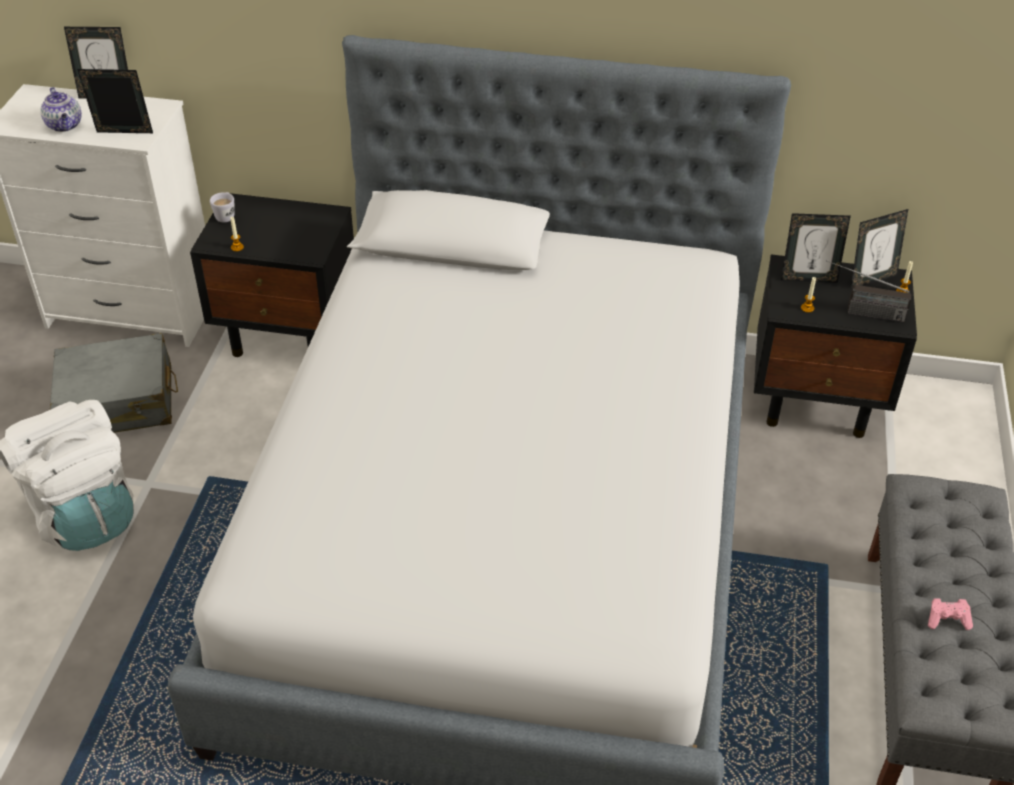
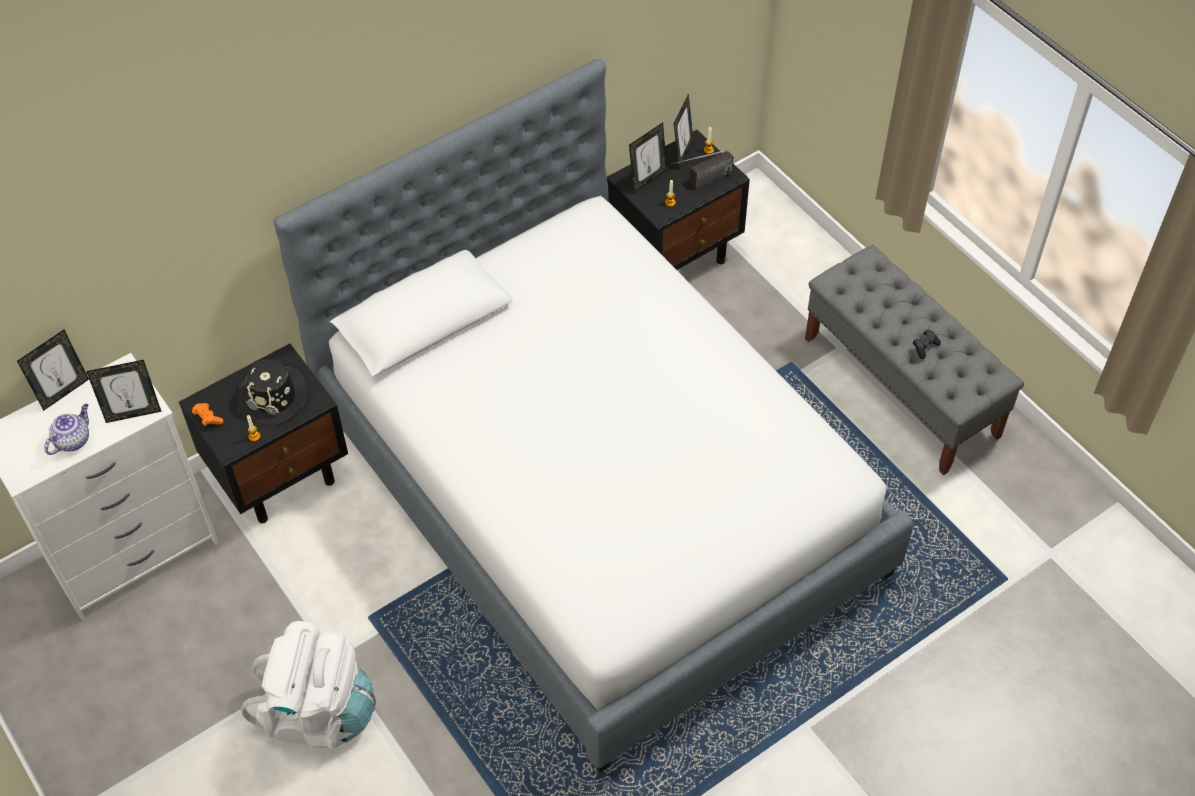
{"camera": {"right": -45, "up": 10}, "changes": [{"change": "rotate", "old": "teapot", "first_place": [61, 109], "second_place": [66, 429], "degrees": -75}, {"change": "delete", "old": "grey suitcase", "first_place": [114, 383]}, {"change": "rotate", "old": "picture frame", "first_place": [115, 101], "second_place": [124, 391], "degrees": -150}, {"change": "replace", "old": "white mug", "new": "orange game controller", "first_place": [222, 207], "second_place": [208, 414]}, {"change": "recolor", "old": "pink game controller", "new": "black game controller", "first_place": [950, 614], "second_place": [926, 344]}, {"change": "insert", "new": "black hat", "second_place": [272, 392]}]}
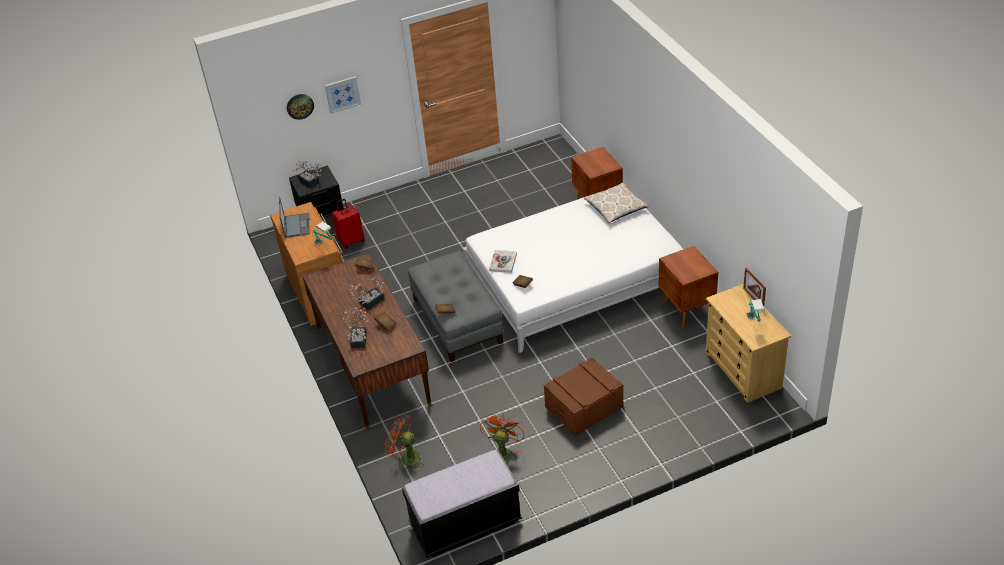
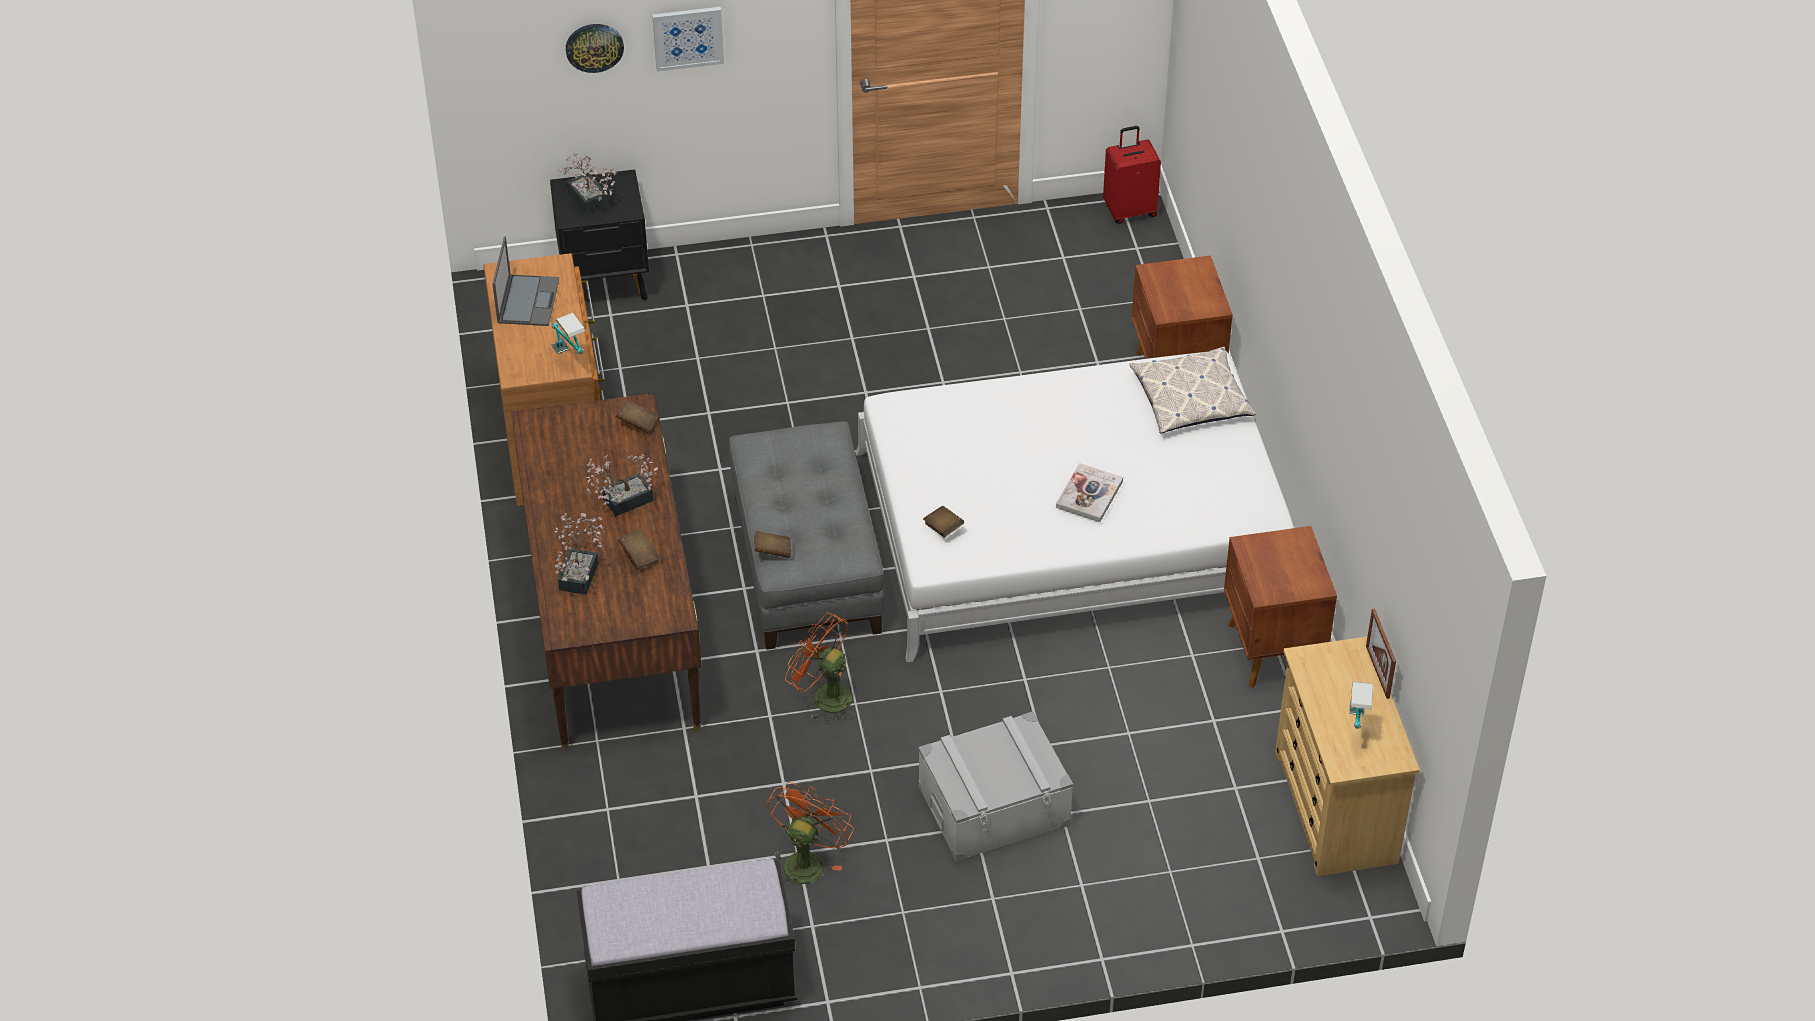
{"camera": {"right": 10, "up": 5}, "changes": [{"change": "move", "old": "red suitcase", "first_place": [348, 224], "second_place": [1132, 175]}, {"change": "move", "old": "orange fan", "first_place": [404, 442], "second_place": [819, 667]}, {"change": "move", "old": "book", "first_place": [503, 261], "second_place": [1089, 492]}, {"change": "recolor", "old": "brown storage box", "new": "grey storage box", "first_place": [583, 396], "second_place": [995, 786]}]}
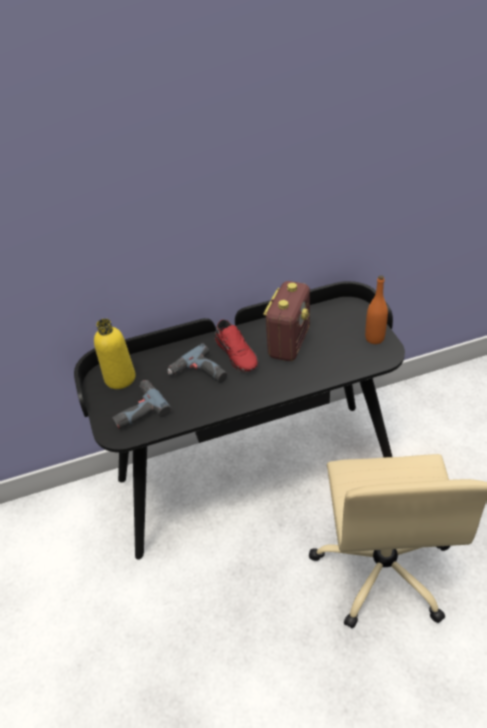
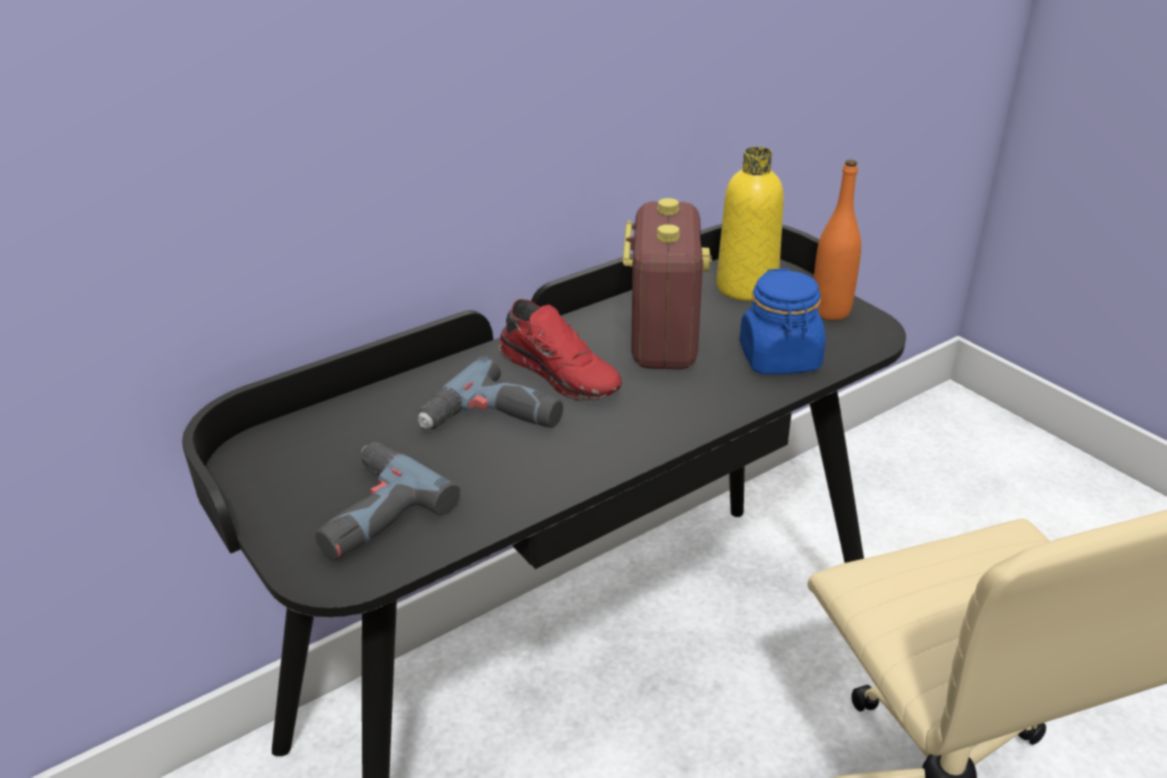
{"camera": {"right": -20, "up": -10}, "changes": [{"change": "move", "old": "yellow bottle", "first_place": [115, 354], "second_place": [750, 224]}, {"change": "insert", "new": "blue jar", "second_place": [783, 321]}]}
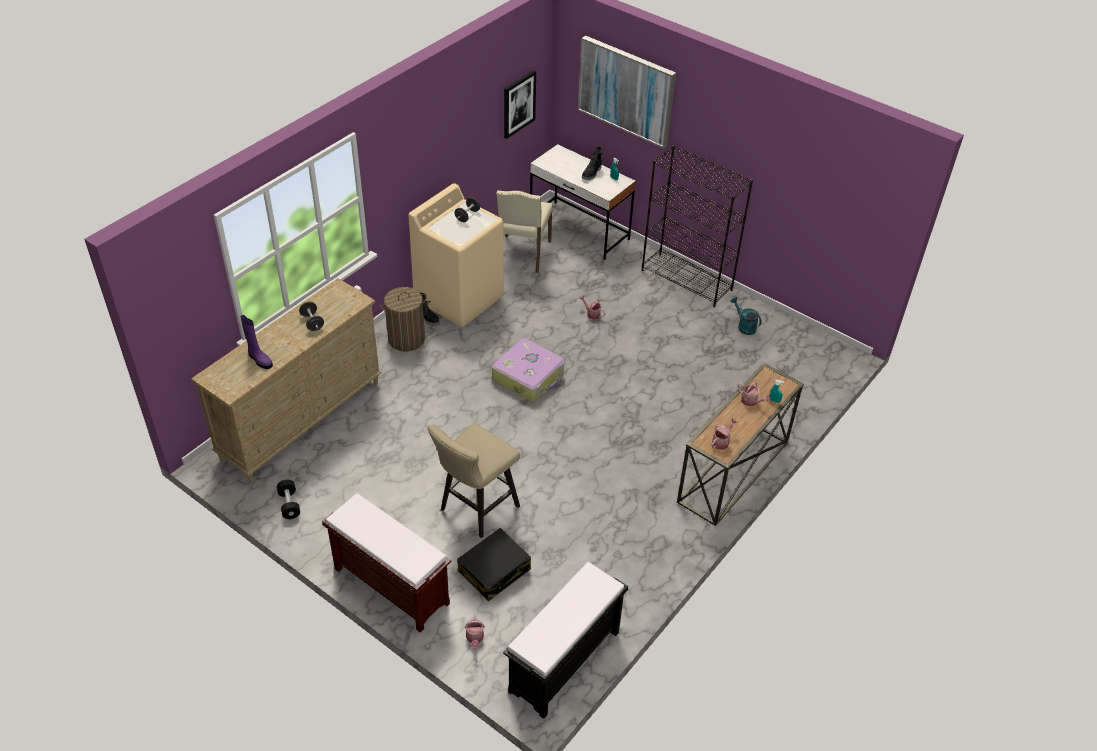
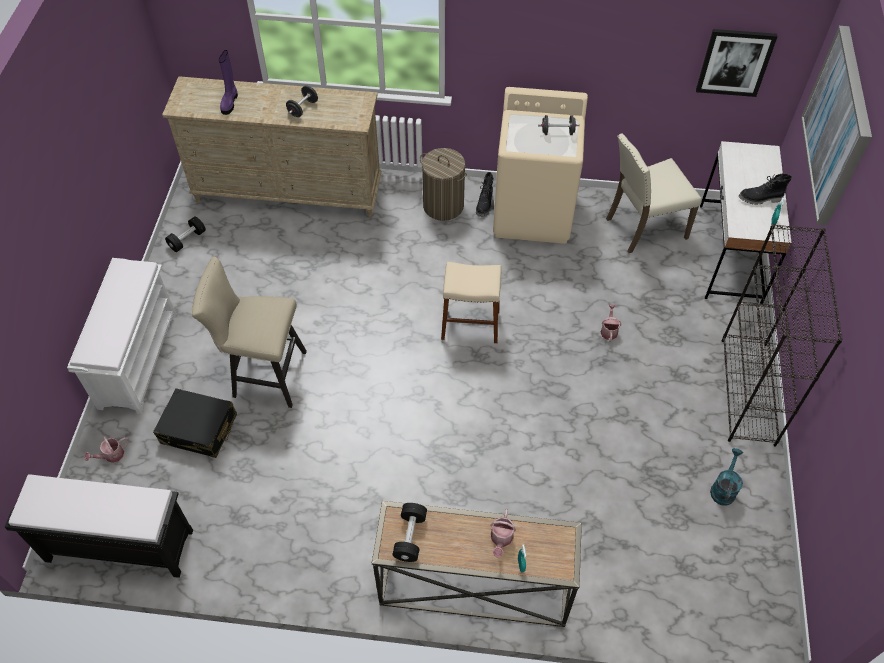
{"camera": {"right": 60, "up": 10}, "changes": [{"change": "recolor", "old": "brown bench", "new": "white bench", "first_place": [386, 562], "second_place": [121, 336]}, {"change": "replace", "old": "suitcase", "new": "beige stool", "first_place": [528, 369], "second_place": [471, 302]}, {"change": "replace", "old": "watering can", "new": "black dumbbell", "first_place": [724, 434], "second_place": [409, 532]}]}
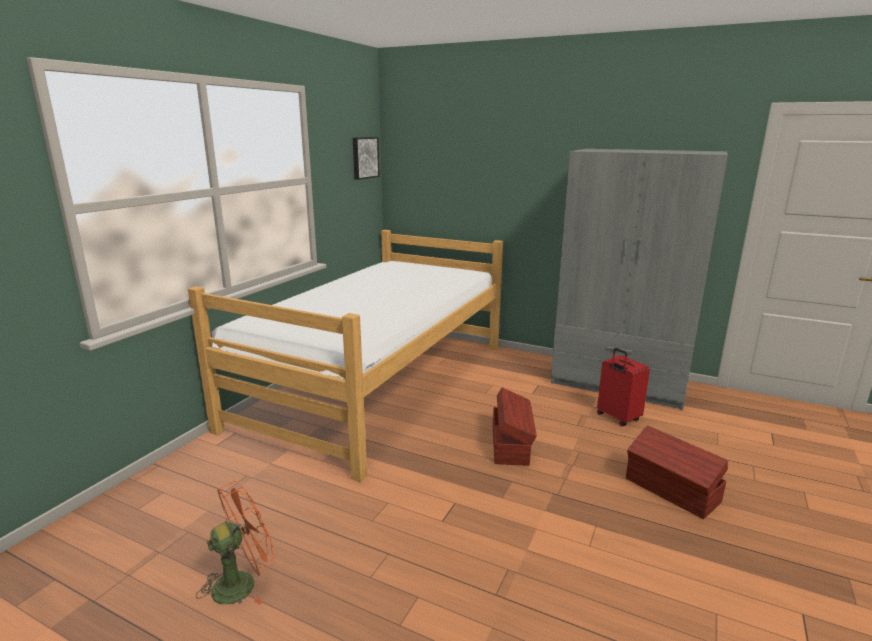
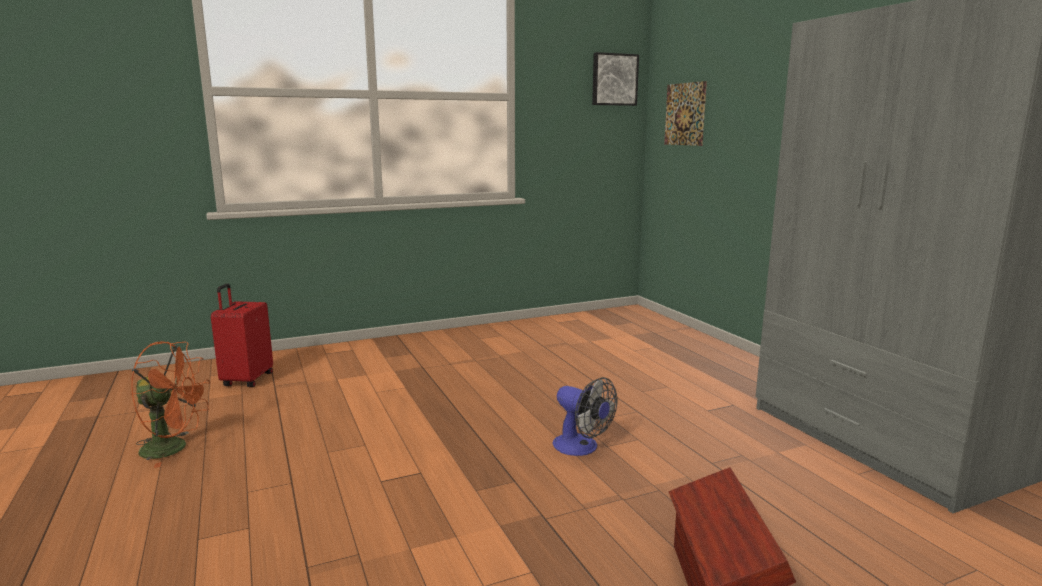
{"camera": {"right": 40, "up": -5}, "changes": [{"change": "delete", "old": "bed", "first_place": [345, 356]}, {"change": "replace", "old": "brown storage box", "new": "fan", "first_place": [515, 427], "second_place": [584, 416]}, {"change": "move", "old": "red suitcase", "first_place": [623, 387], "second_place": [242, 335]}, {"change": "insert", "new": "picture", "second_place": [685, 113]}]}
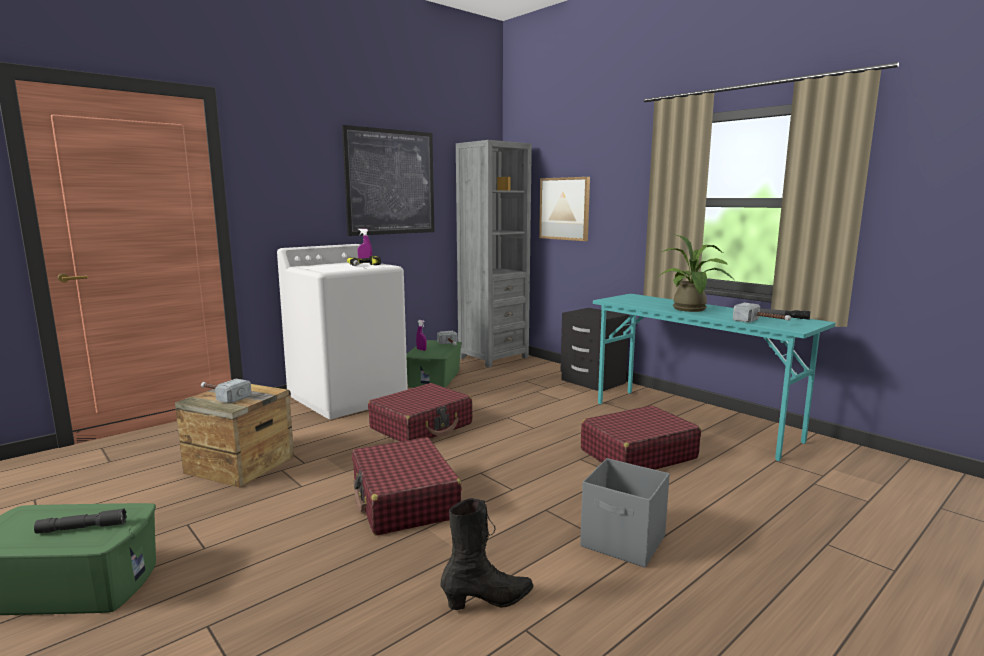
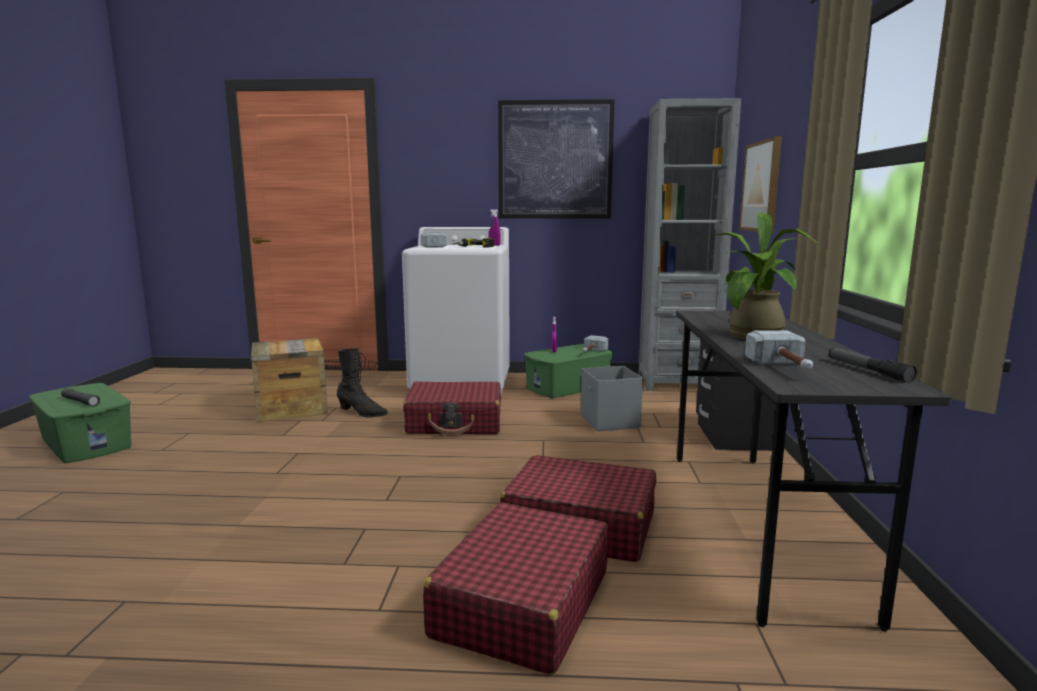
{"camera": {"right": 45, "up": 0}, "changes": [{"change": "move", "old": "hammer", "first_place": [226, 391], "second_place": [434, 240]}, {"change": "move", "old": "red suitcase", "first_place": [407, 486], "second_place": [515, 588]}, {"change": "move", "old": "black boot", "first_place": [487, 554], "second_place": [362, 383]}, {"change": "move", "old": "grey storage box", "first_place": [625, 513], "second_place": [612, 398]}, {"change": "recolor", "old": "turquoise desk", "new": "grey desk", "first_place": [714, 377], "second_place": [814, 471]}]}
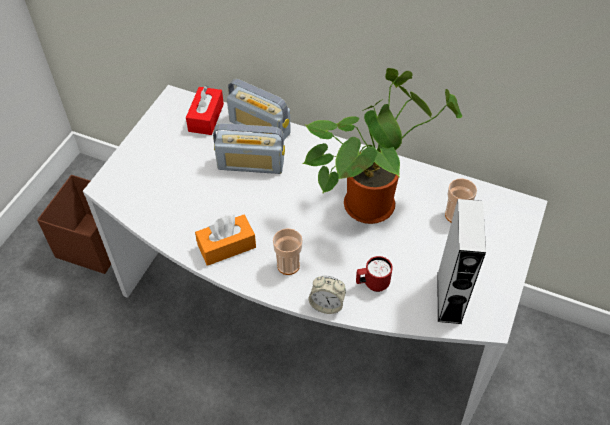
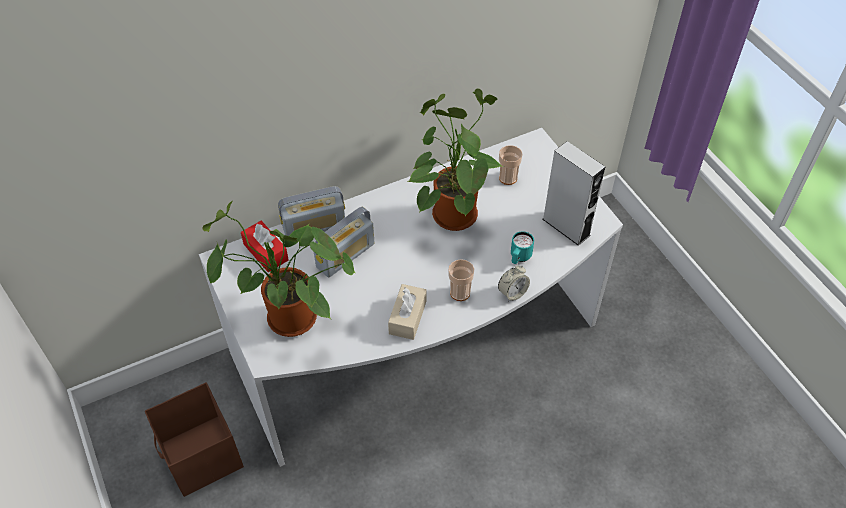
{"camera": {"right": -50, "up": 0}, "changes": [{"change": "recolor", "old": "orange tissue box", "new": "beige tissue box", "first_place": [225, 240], "second_place": [407, 312]}, {"change": "recolor", "old": "red mug", "new": "turquoise mug", "first_place": [374, 274], "second_place": [522, 247]}, {"change": "insert", "new": "potted plant", "second_place": [279, 268]}]}
